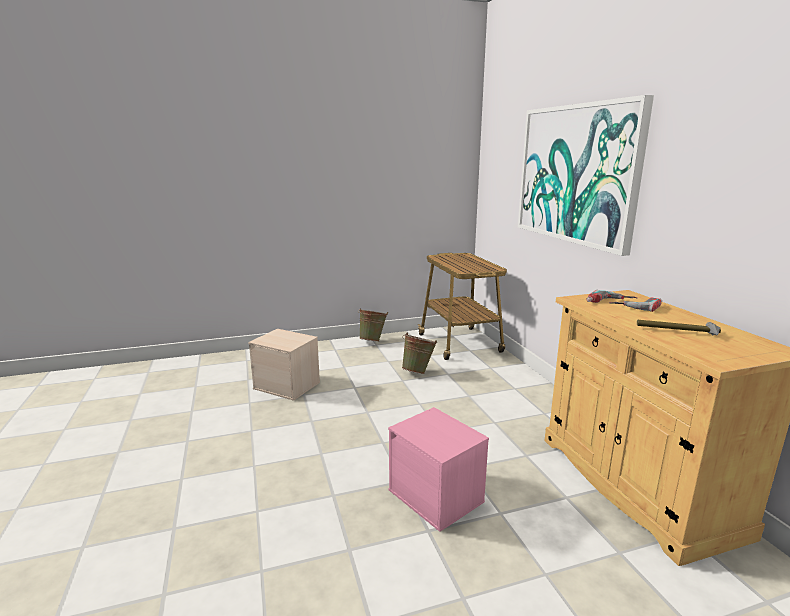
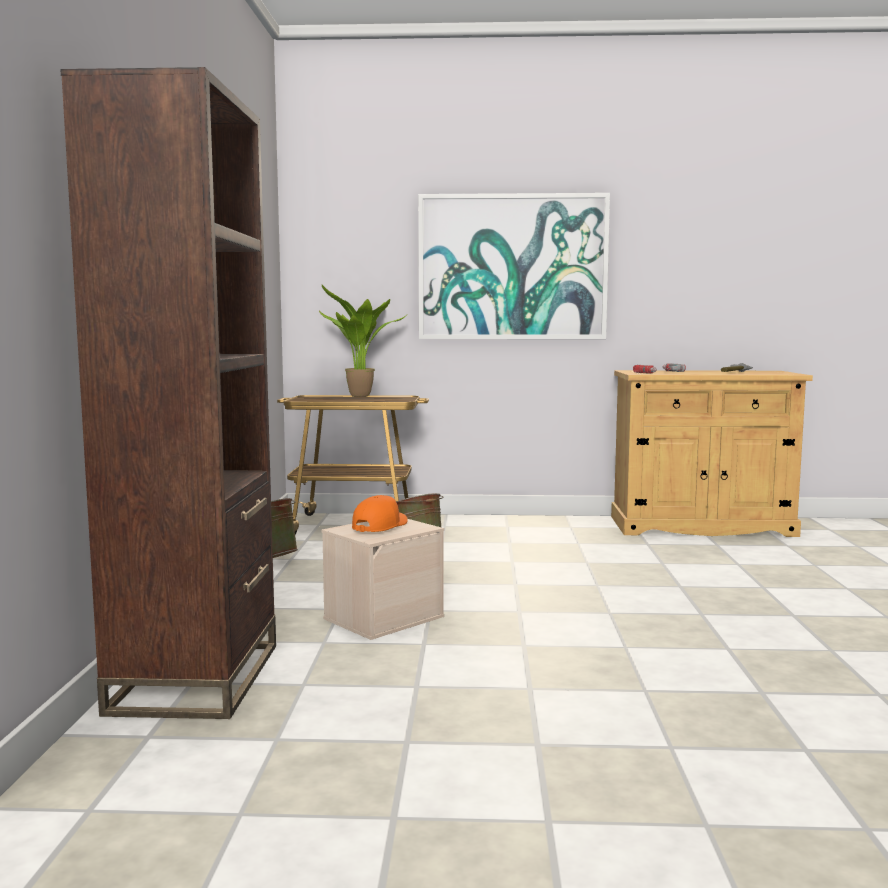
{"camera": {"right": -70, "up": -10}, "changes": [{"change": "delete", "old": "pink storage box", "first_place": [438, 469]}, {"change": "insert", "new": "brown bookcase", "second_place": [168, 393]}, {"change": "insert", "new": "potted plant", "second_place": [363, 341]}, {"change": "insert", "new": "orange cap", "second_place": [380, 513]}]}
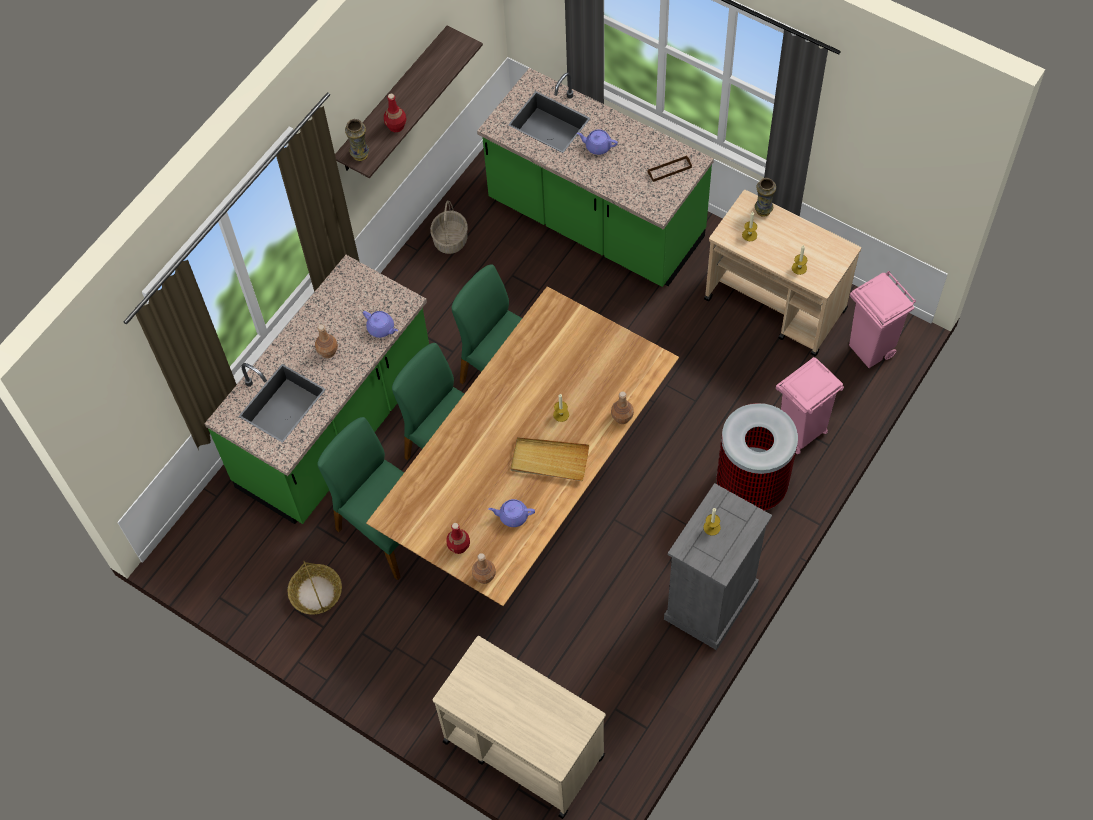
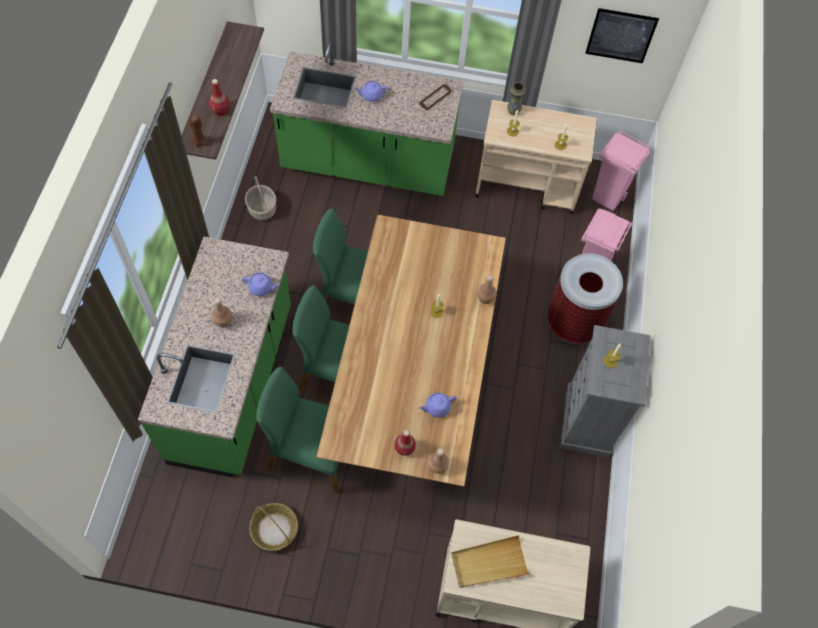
{"camera": {"right": -30, "up": 0}, "changes": [{"change": "replace", "old": "vase", "new": "brown candle", "first_place": [357, 140], "second_place": [198, 130]}, {"change": "move", "old": "beige tray", "first_place": [549, 459], "second_place": [490, 561]}, {"change": "insert", "new": "picture", "second_place": [622, 35]}]}
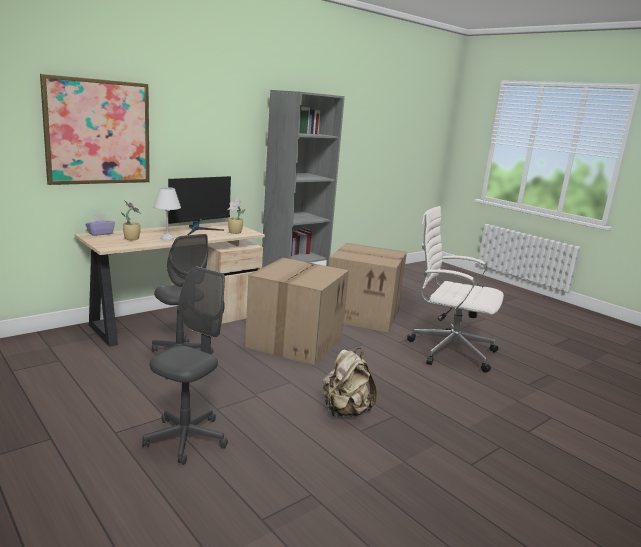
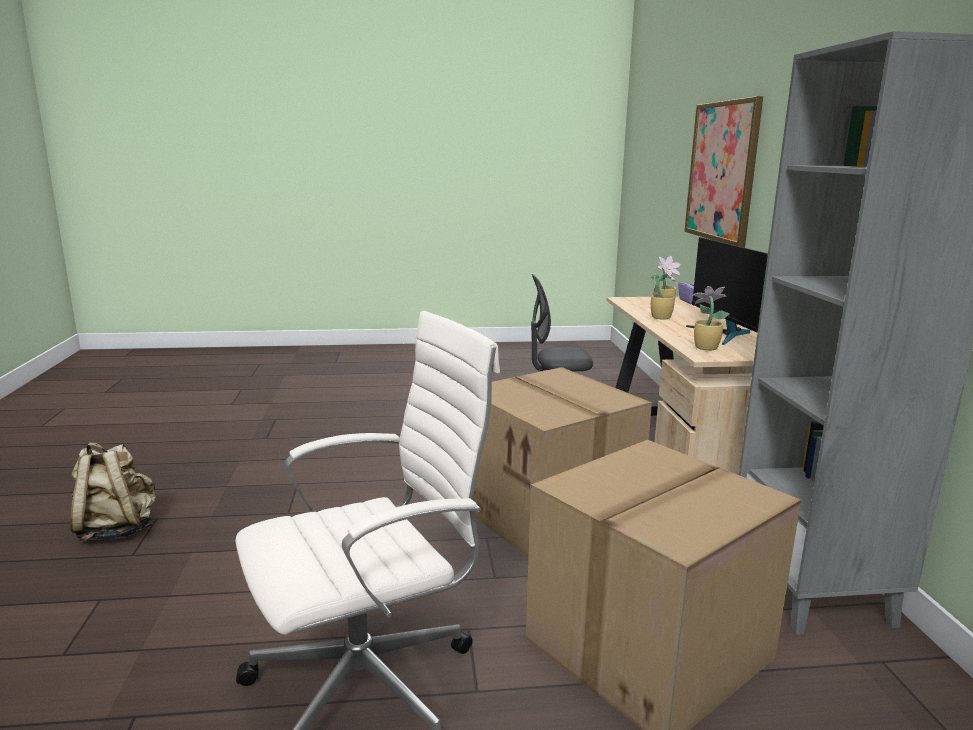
{"camera": {"right": 125, "up": 0}, "changes": [{"change": "delete", "old": "grey office chair", "first_place": [185, 365]}, {"change": "replace", "old": "white table lamp", "new": "potted plant", "first_place": [167, 214], "second_place": [664, 291]}, {"change": "move", "old": "beige backpack", "first_place": [350, 383], "second_place": [113, 491]}]}
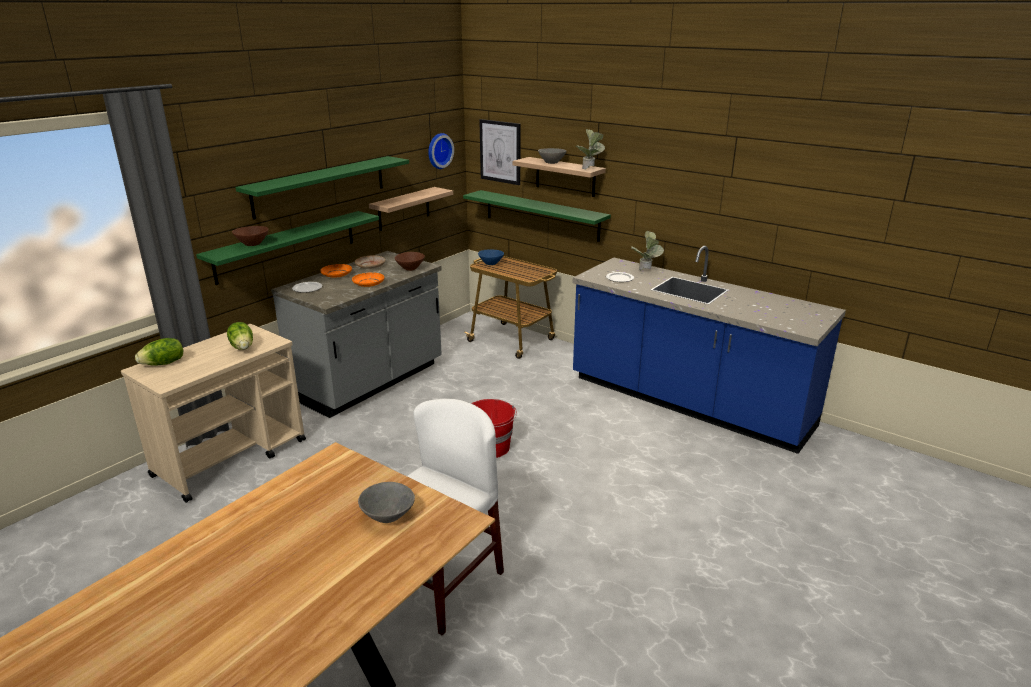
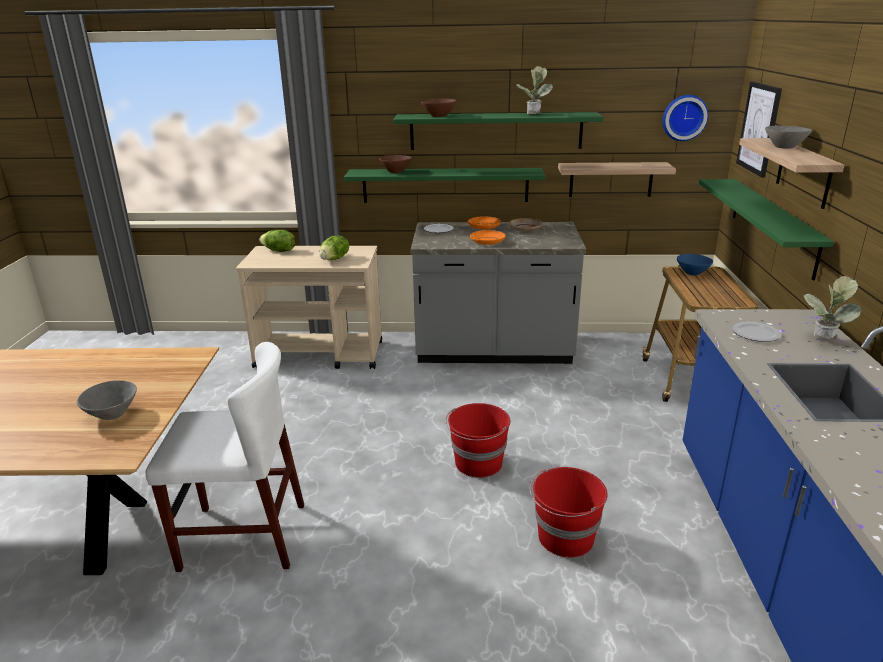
{"camera": {"right": 55, "up": 0}, "changes": [{"change": "move", "old": "brown bowl", "first_place": [410, 261], "second_place": [438, 108]}, {"change": "move", "old": "potted plant", "first_place": [590, 149], "second_place": [534, 90]}, {"change": "insert", "new": "red bucket", "second_place": [569, 512]}]}
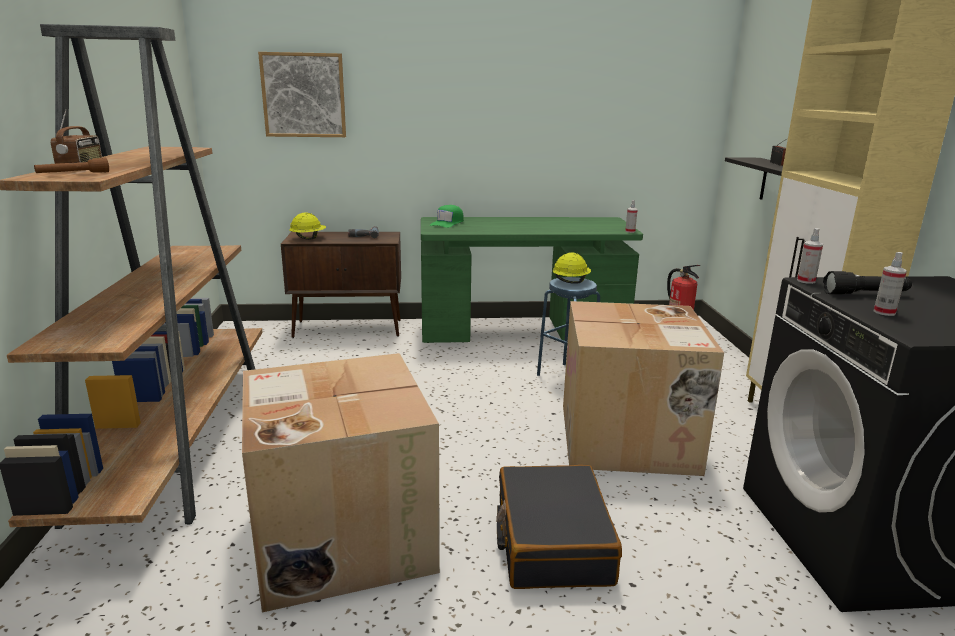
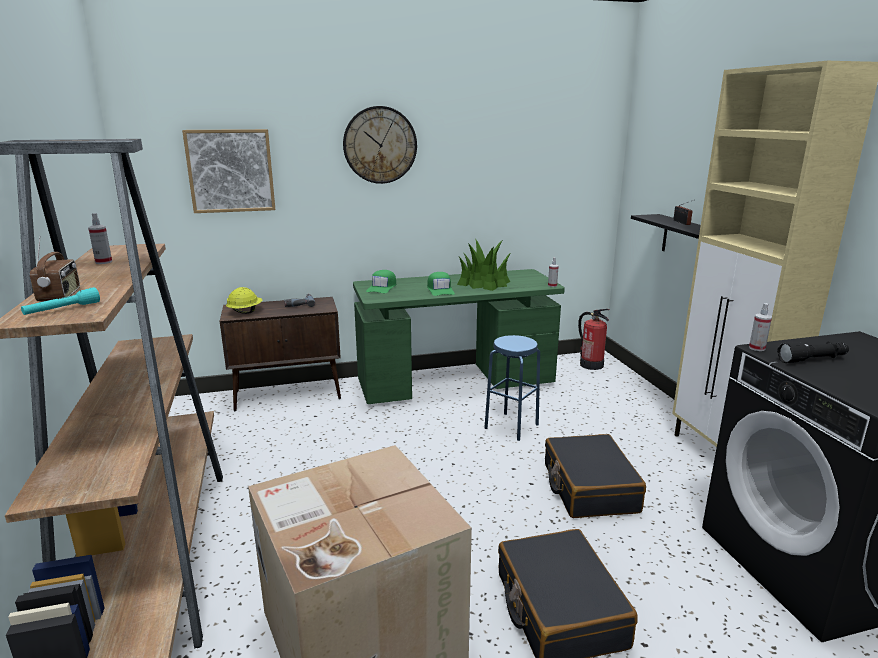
{"camera": {"right": -10, "up": 0}, "changes": [{"change": "recolor", "old": "brown flashlight", "new": "turquoise flashlight", "first_place": [71, 165], "second_place": [60, 301]}, {"change": "delete", "old": "yellow hard hat", "first_place": [571, 267]}, {"change": "replace", "old": "cardboard box", "new": "black suitcase", "first_place": [643, 388], "second_place": [595, 476]}, {"change": "move", "old": "spray bottle", "first_place": [890, 284], "second_place": [100, 238]}, {"change": "insert", "new": "wall clock", "second_place": [380, 145]}, {"change": "insert", "new": "green cap", "second_place": [441, 284]}, {"change": "insert", "new": "potted plant", "second_place": [483, 265]}]}
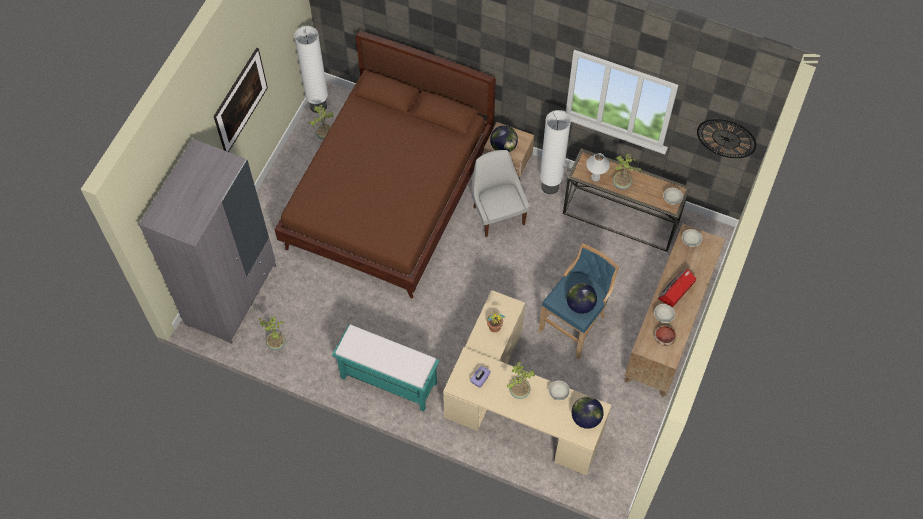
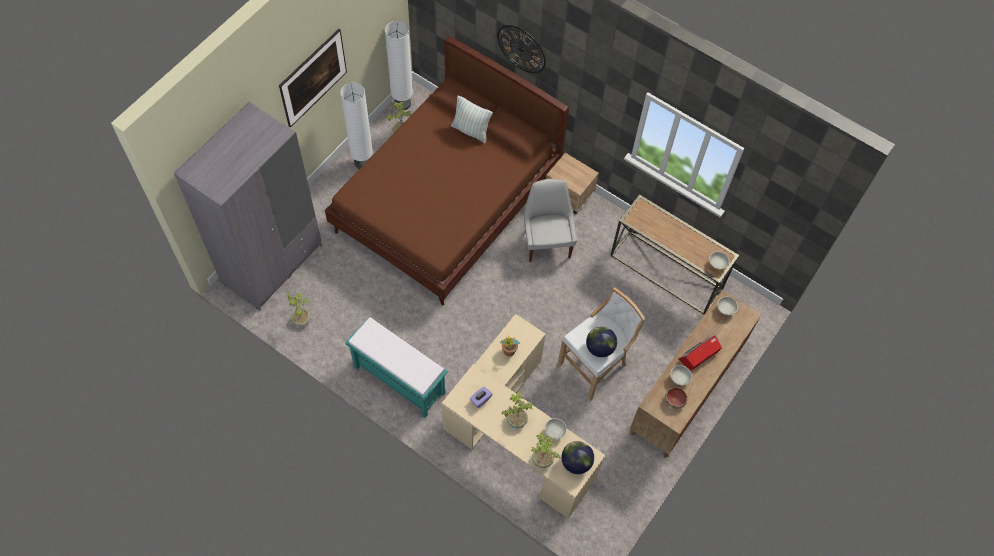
{"camera": {"right": 10, "up": 0}, "changes": [{"change": "delete", "old": "globe", "first_place": [504, 139]}, {"change": "recolor", "old": "blue stool", "new": "white stool", "first_place": [578, 301], "second_place": [601, 344]}, {"change": "move", "old": "white floor lamp", "first_place": [555, 152], "second_place": [356, 125]}, {"change": "delete", "old": "white table lamp", "first_place": [598, 167]}, {"change": "move", "old": "potted plant", "first_place": [627, 171], "second_place": [546, 451]}, {"change": "move", "old": "wall clock", "first_place": [726, 138], "second_place": [522, 49]}, {"change": "insert", "new": "pillow", "second_place": [472, 119]}]}
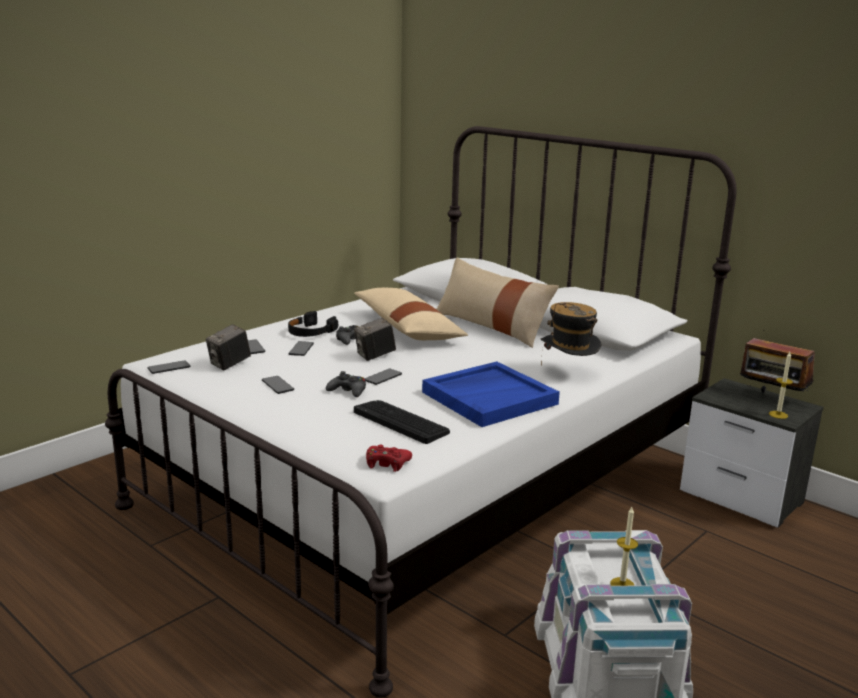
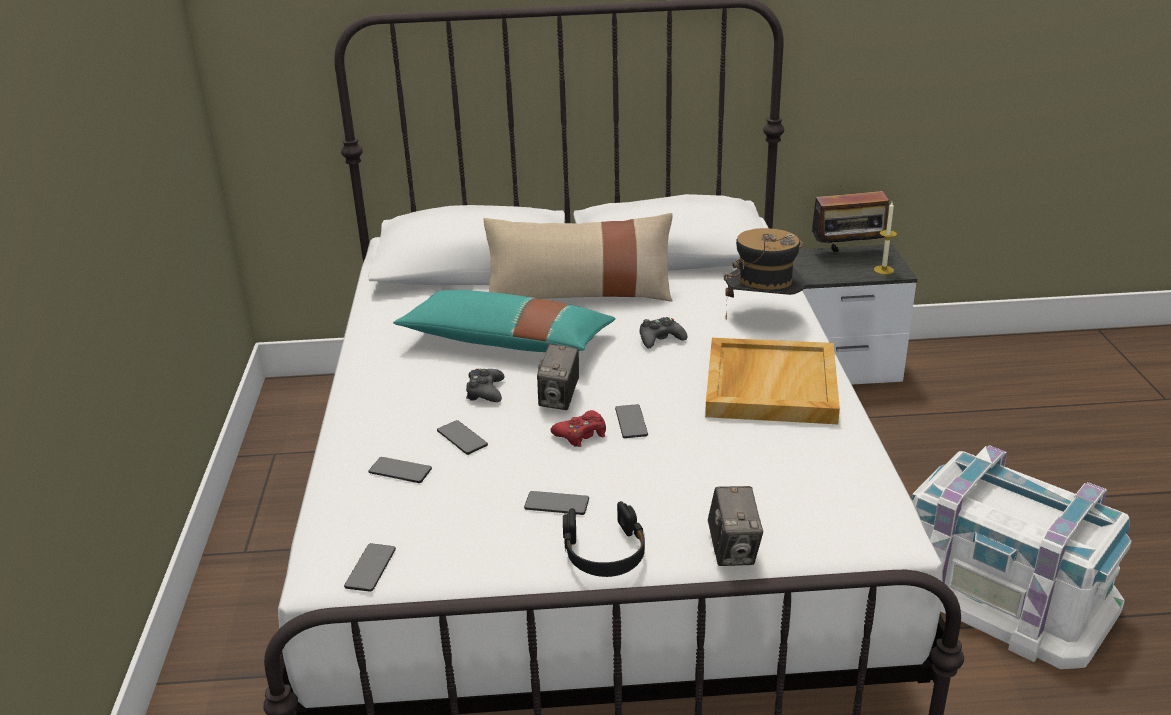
{"camera": {"right": -45, "up": 10}, "changes": [{"change": "move", "old": "photo camera", "first_place": [228, 347], "second_place": [735, 526]}, {"change": "move", "old": "black headphones", "first_place": [313, 324], "second_place": [604, 539]}, {"change": "move", "old": "black game controller", "first_place": [346, 384], "second_place": [663, 333]}, {"change": "recolor", "old": "beige pillow", "new": "turquoise pillow", "first_place": [411, 314], "second_place": [504, 321]}, {"change": "delete", "old": "keyboard", "first_place": [402, 422]}, {"change": "move", "old": "red game controller", "first_place": [389, 458], "second_place": [578, 428]}, {"change": "recolor", "old": "blue tray", "new": "beige tray", "first_place": [491, 394], "second_place": [772, 381]}, {"change": "delete", "old": "candle", "first_place": [624, 546]}]}
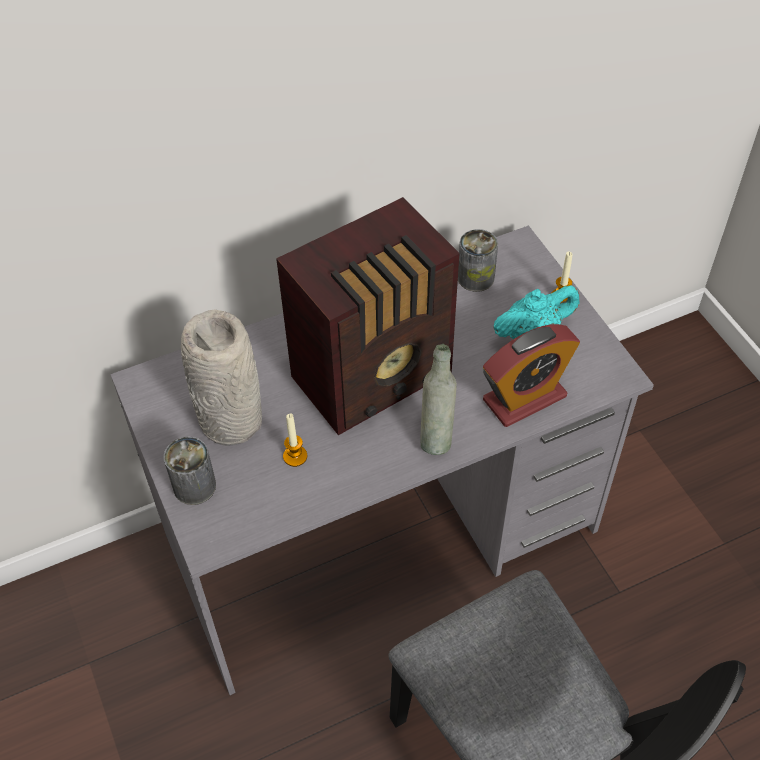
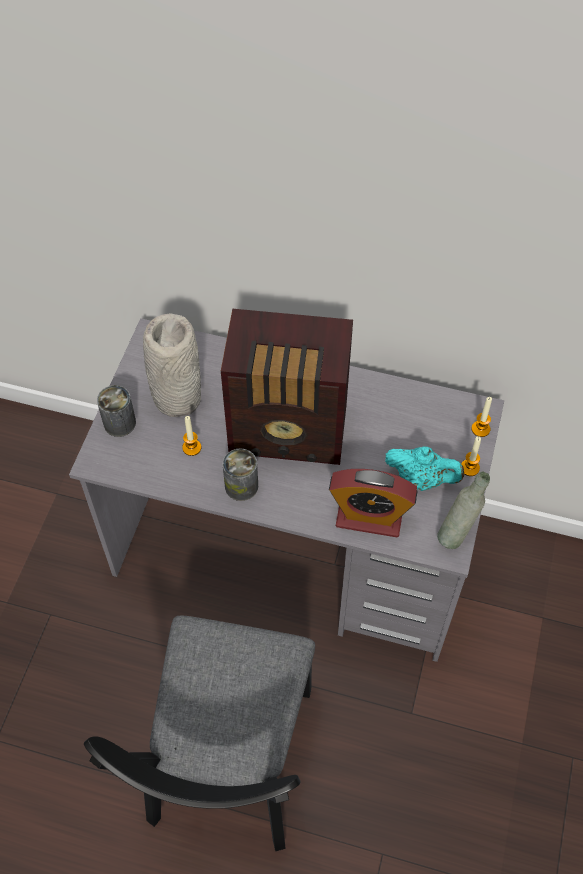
{"camera": {"right": 40, "up": 5}, "changes": [{"change": "move", "old": "grey bottle", "first_place": [438, 399], "second_place": [463, 510]}, {"change": "move", "old": "can", "first_place": [478, 260], "second_place": [240, 474]}, {"change": "insert", "new": "candle", "second_place": [481, 417]}]}
